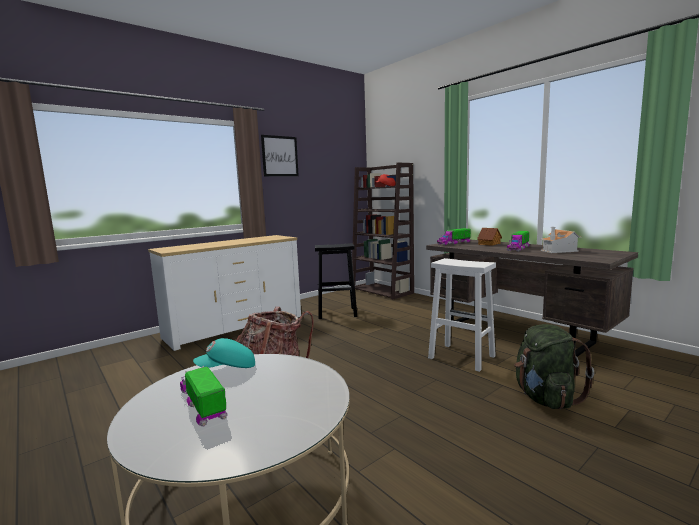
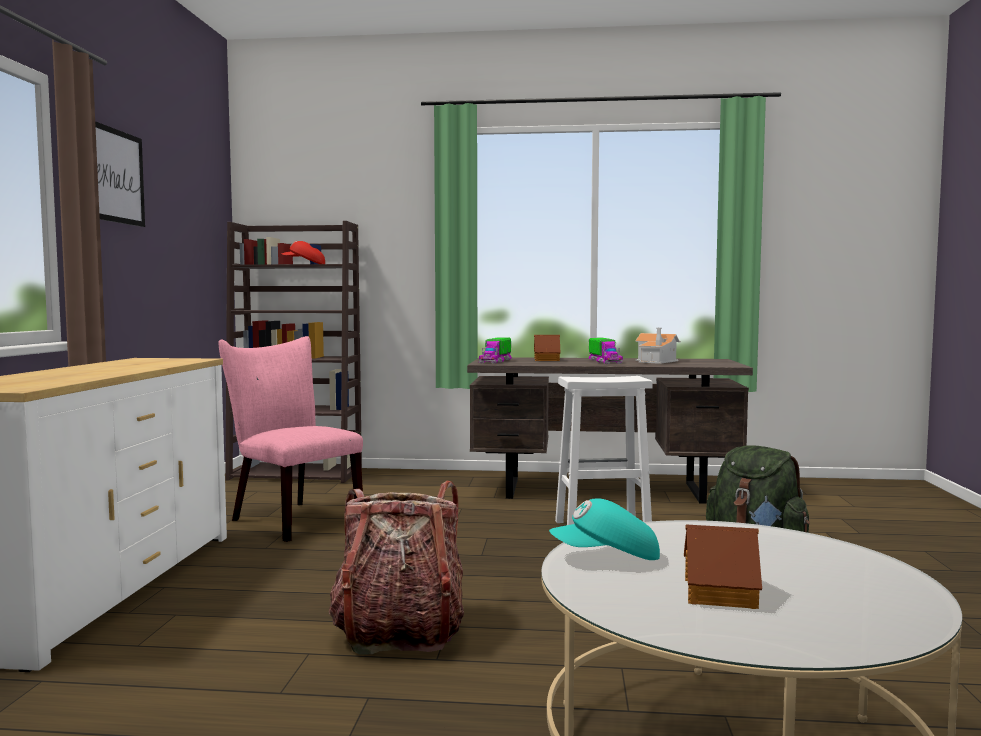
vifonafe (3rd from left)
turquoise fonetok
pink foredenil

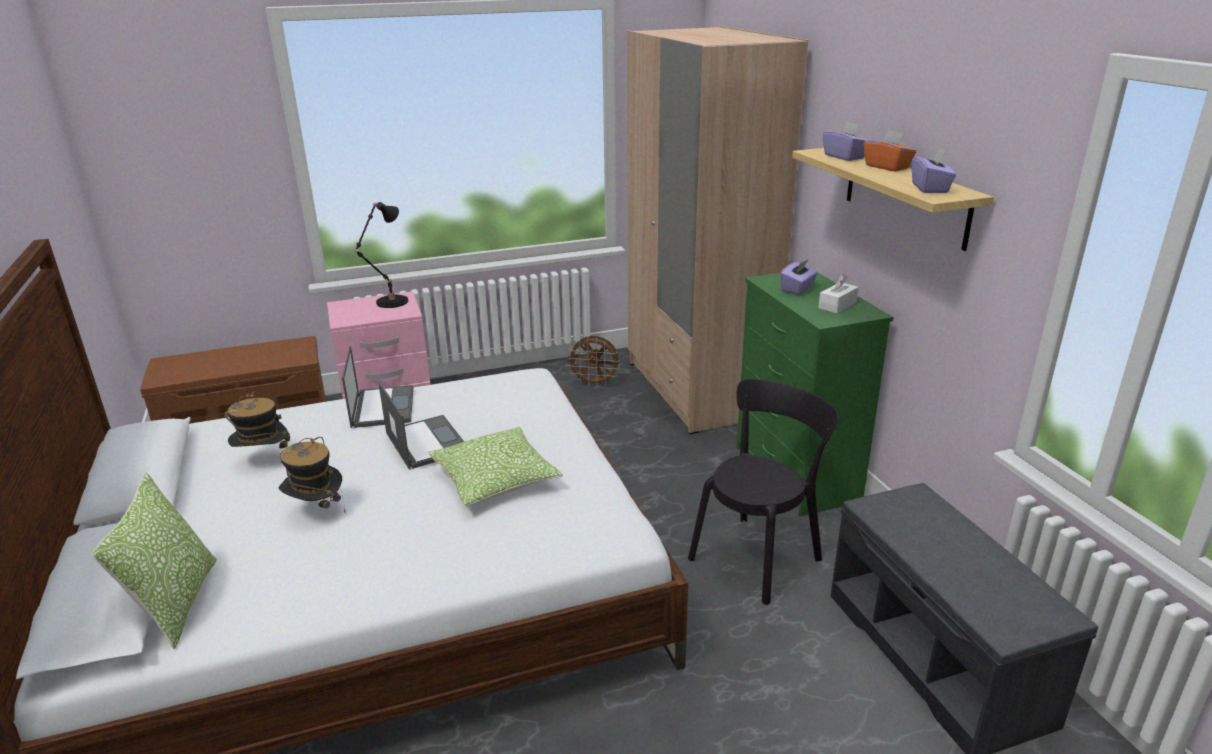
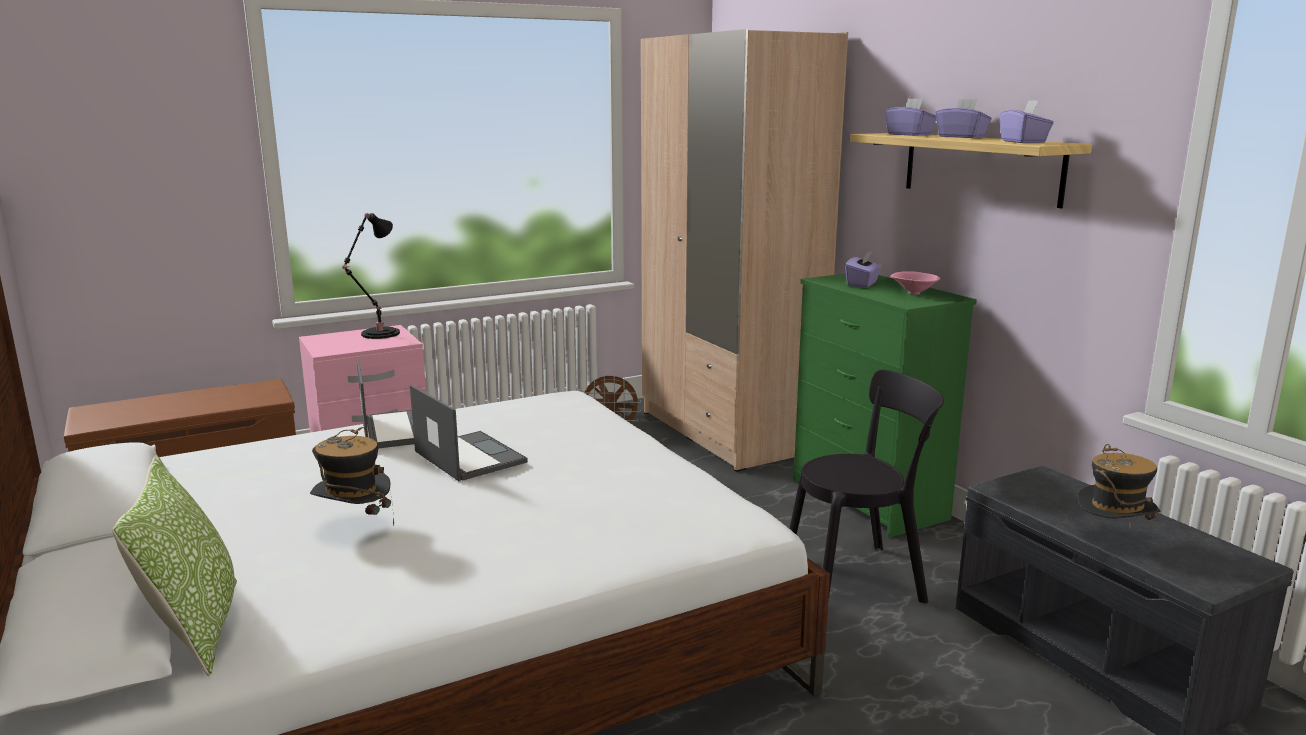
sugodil (2nd from left)
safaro (2nd from left in the first image)
black foredenil
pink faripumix
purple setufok (3rd from left)

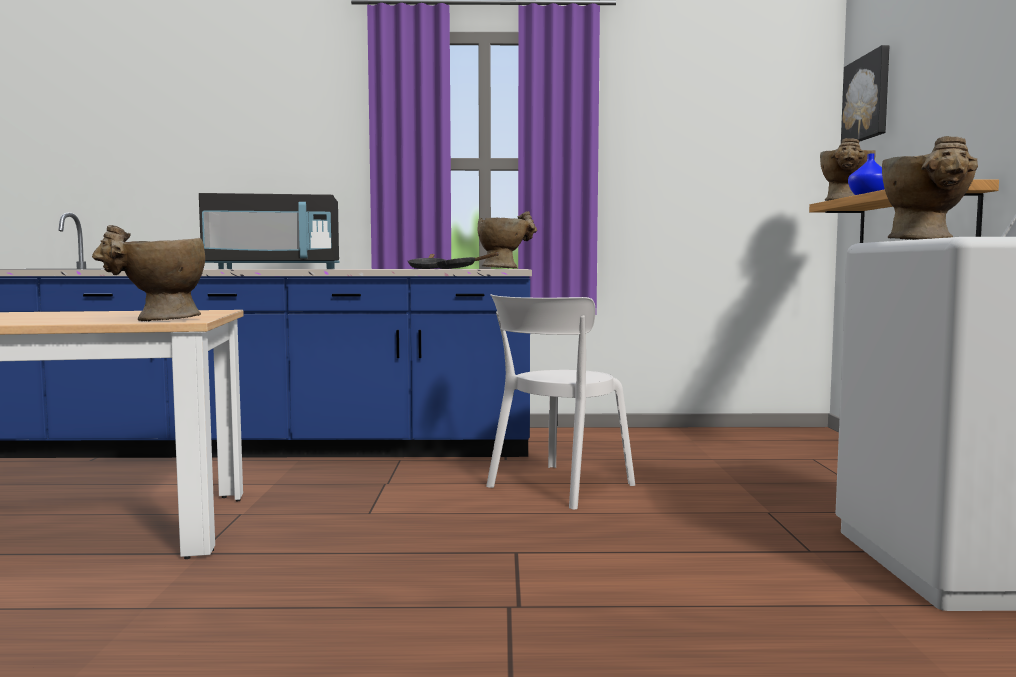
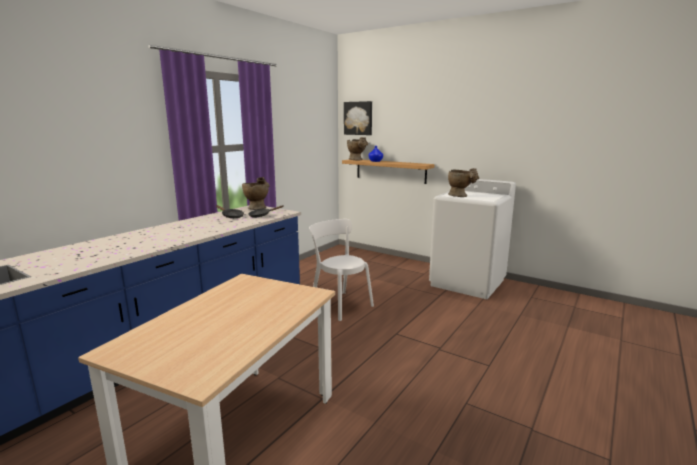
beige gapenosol (1st from left in the first image)
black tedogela
white foredenil

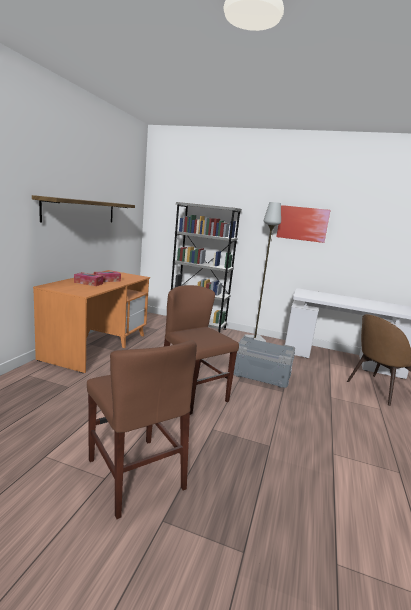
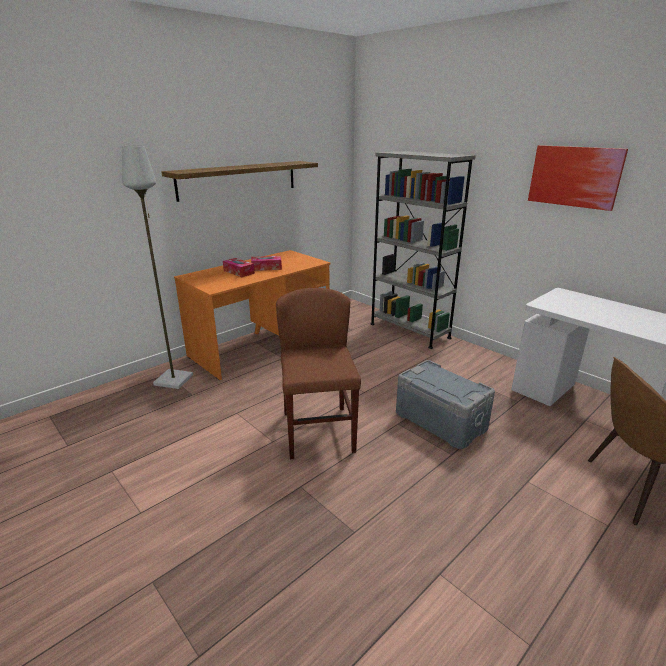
brown foredenil (1st from left in the first image)
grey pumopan

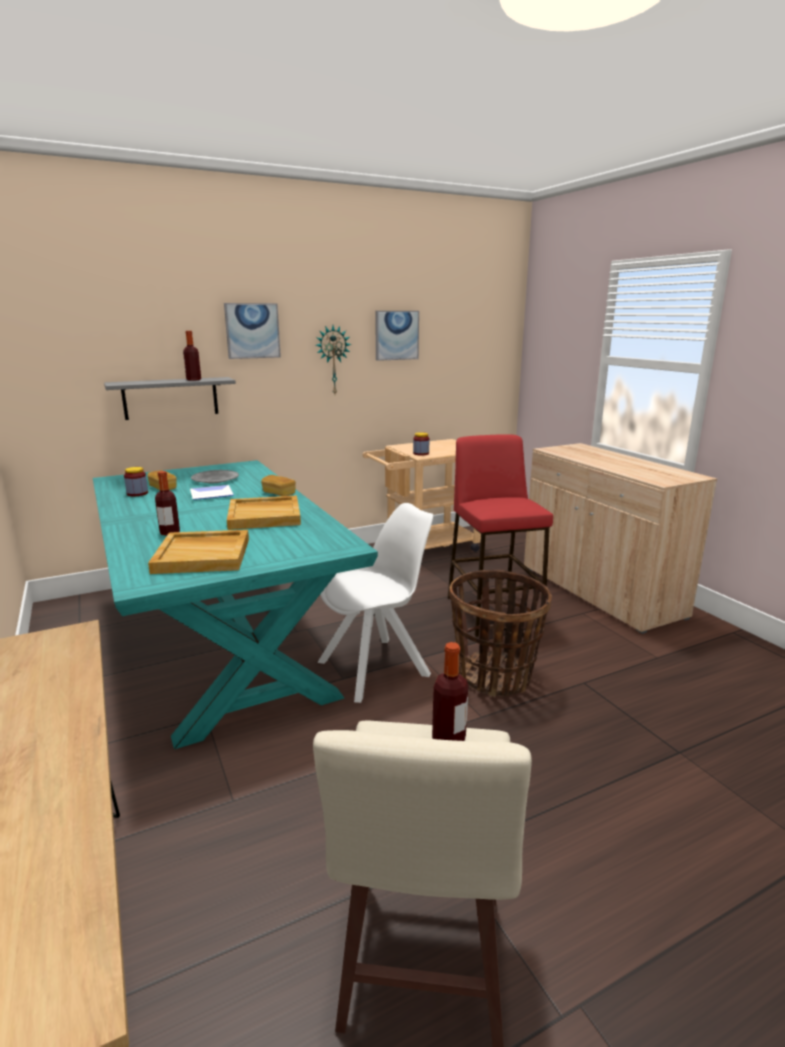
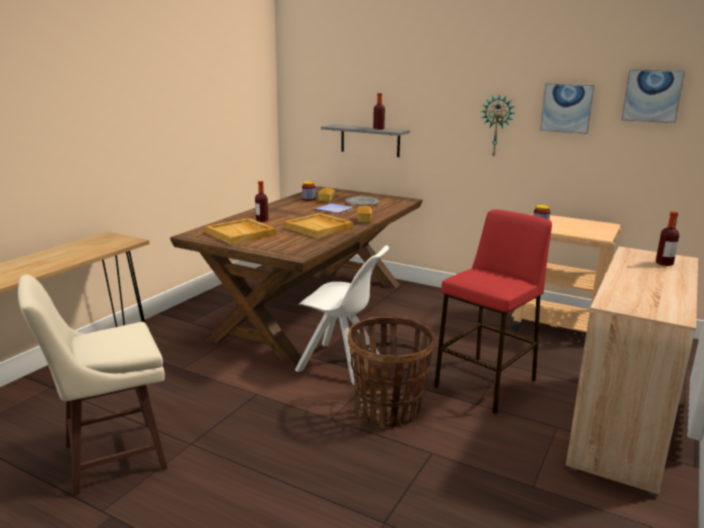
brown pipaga
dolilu (2nd from left)
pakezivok (3rd from left)

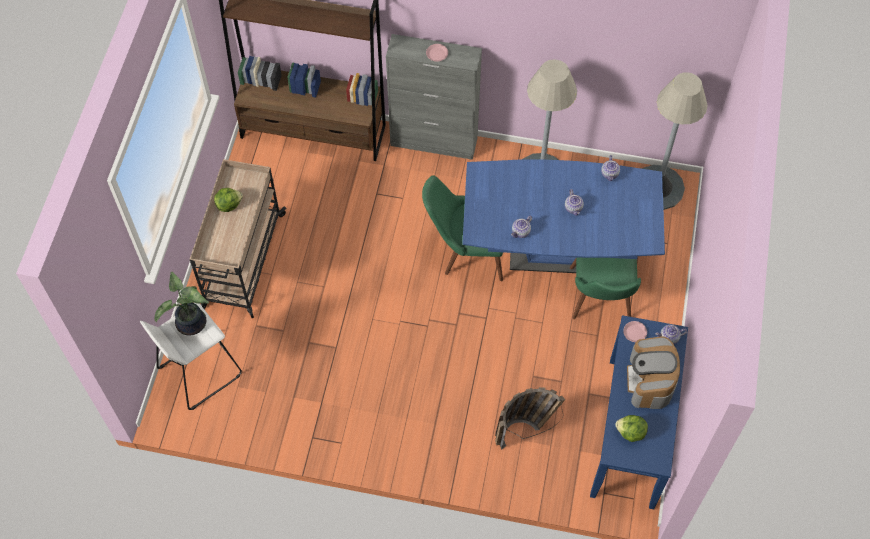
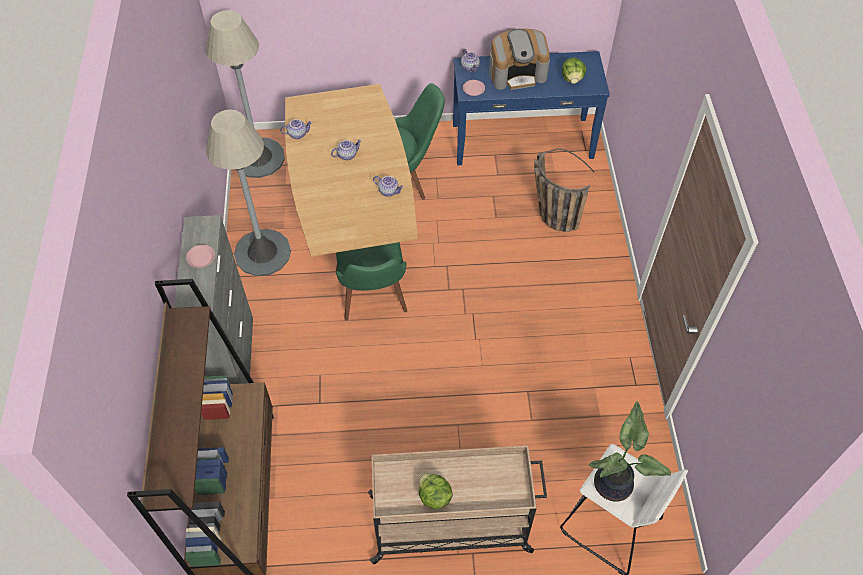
brown pipaga

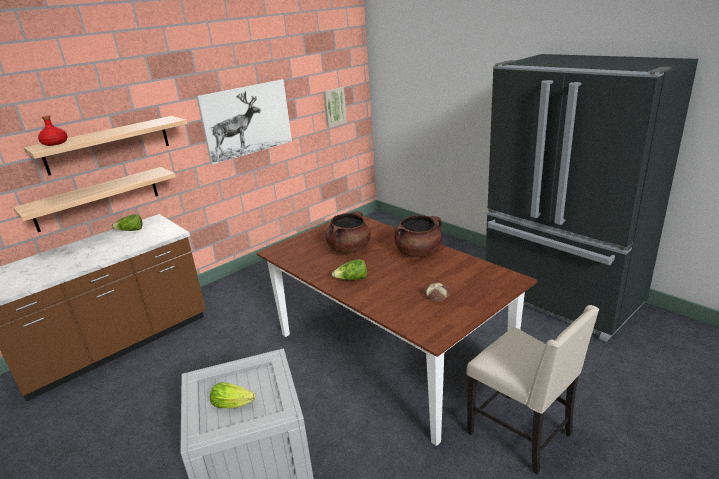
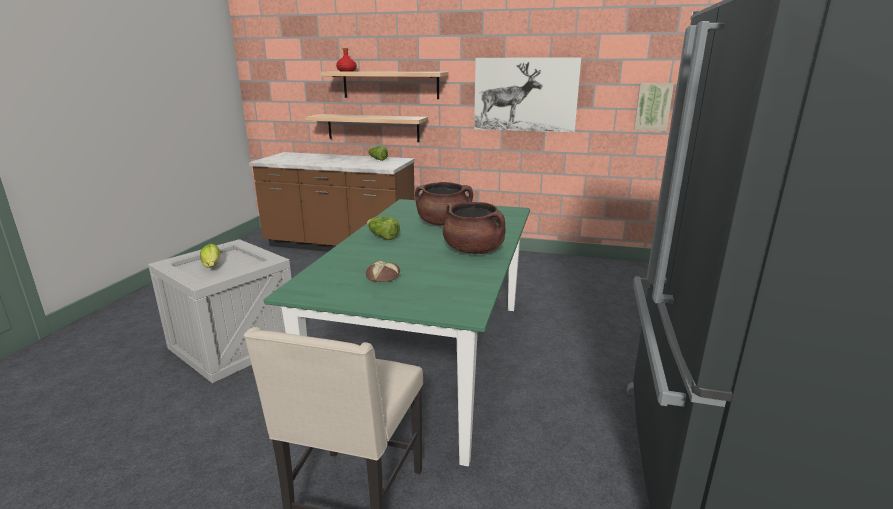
green pipaga

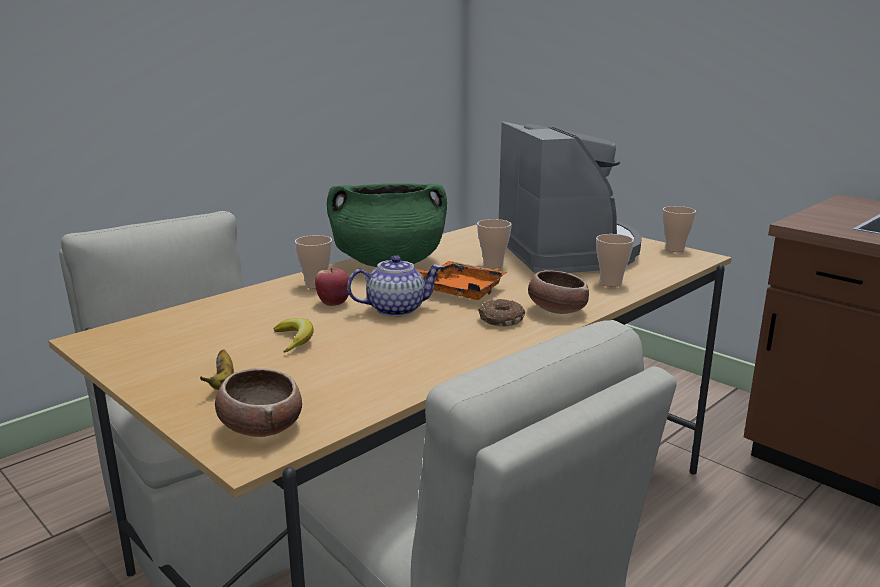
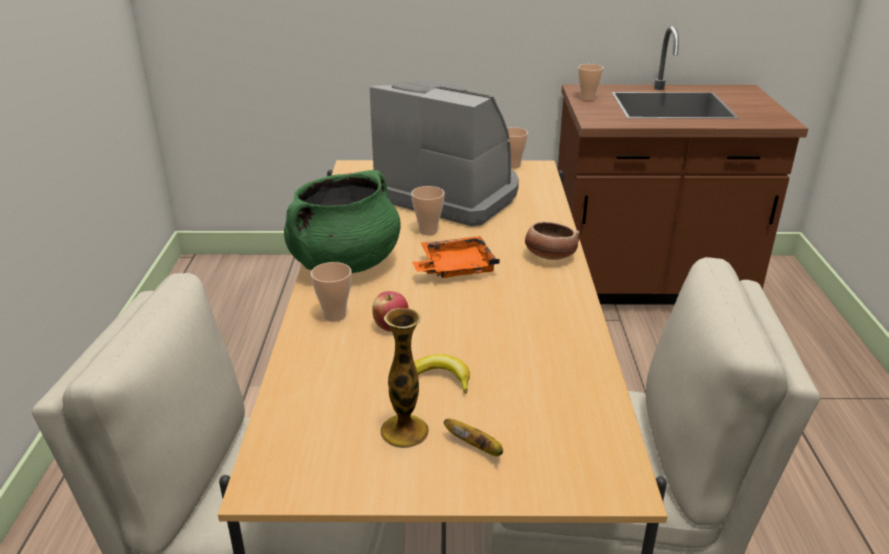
faripumix (1st from left in the first image)
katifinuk
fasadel
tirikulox (4th from left)
gapenosol

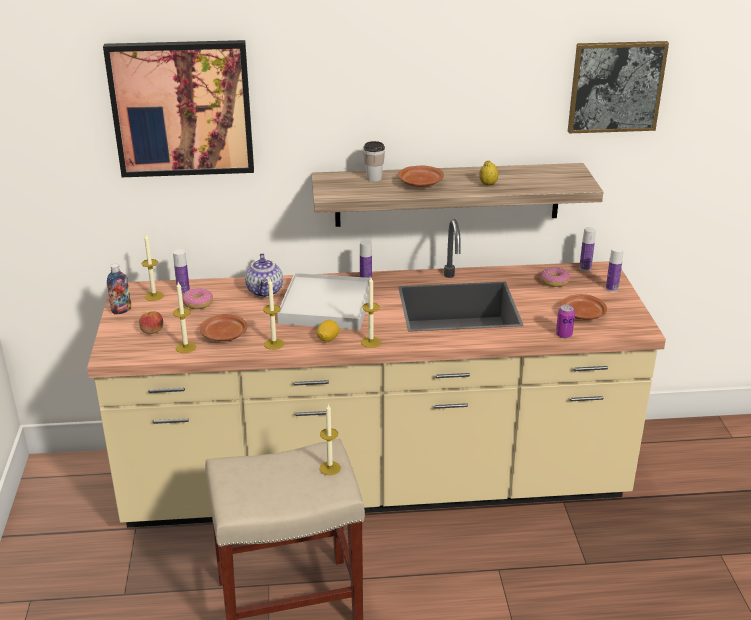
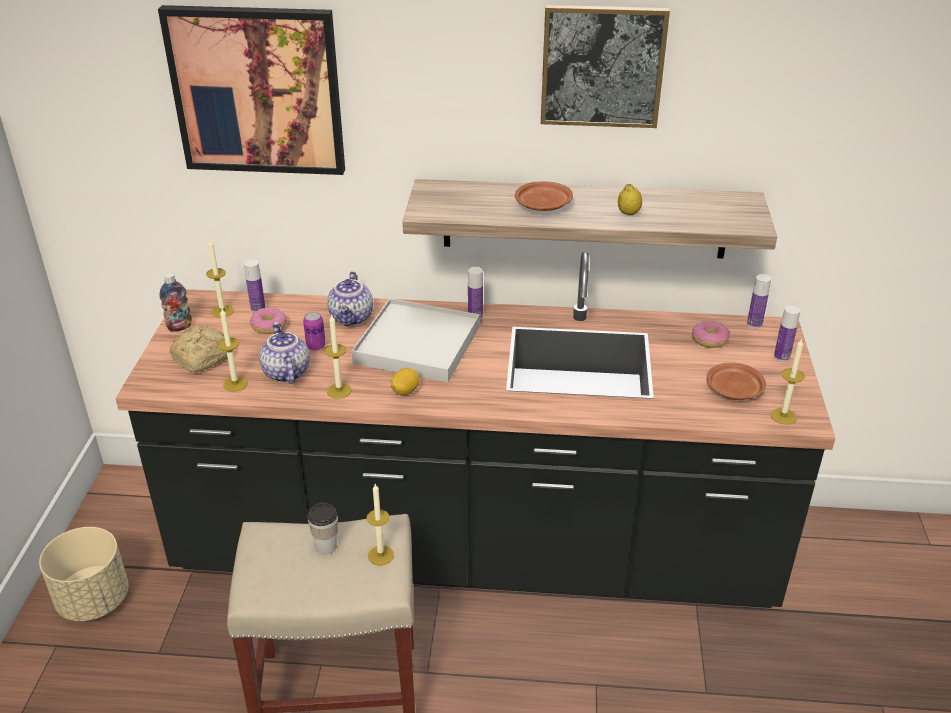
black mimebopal
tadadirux
katifinuk (1st from left)
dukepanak (5th from left)
tirikulox
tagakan
dolilu (2nd from left)
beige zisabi

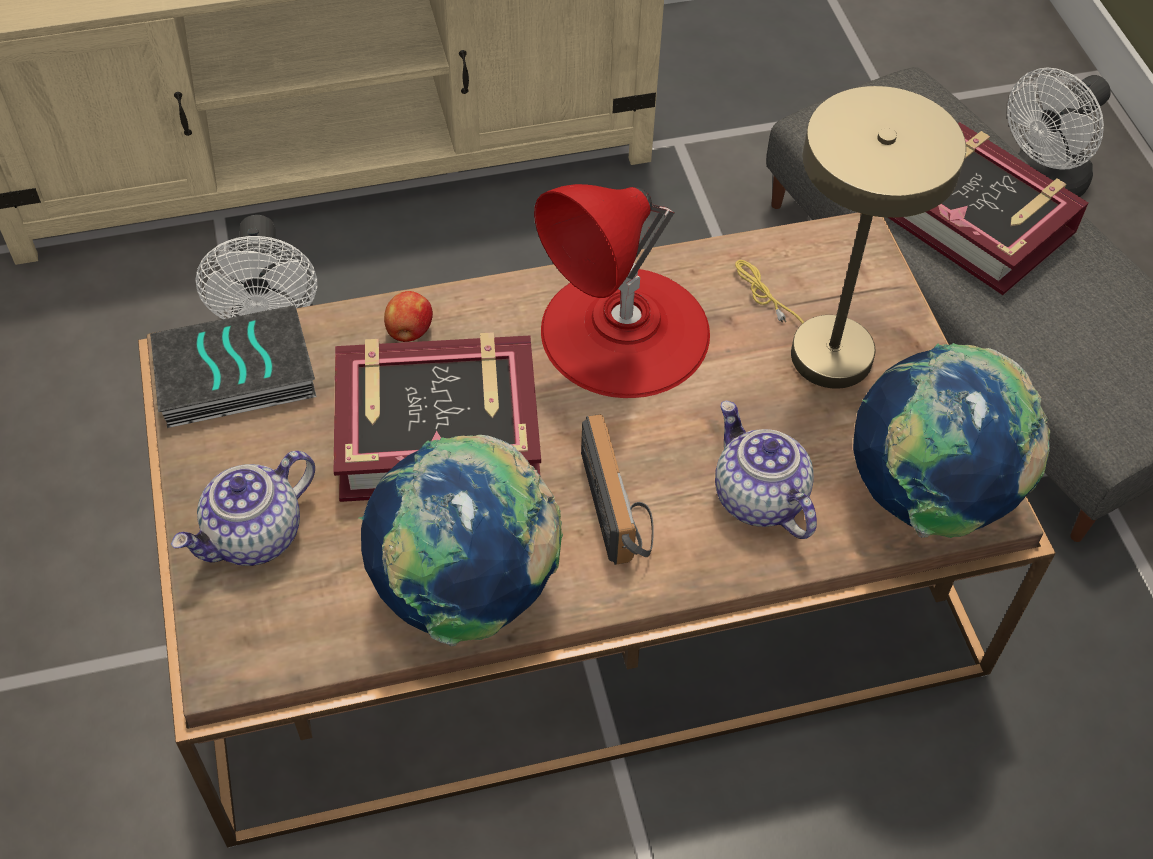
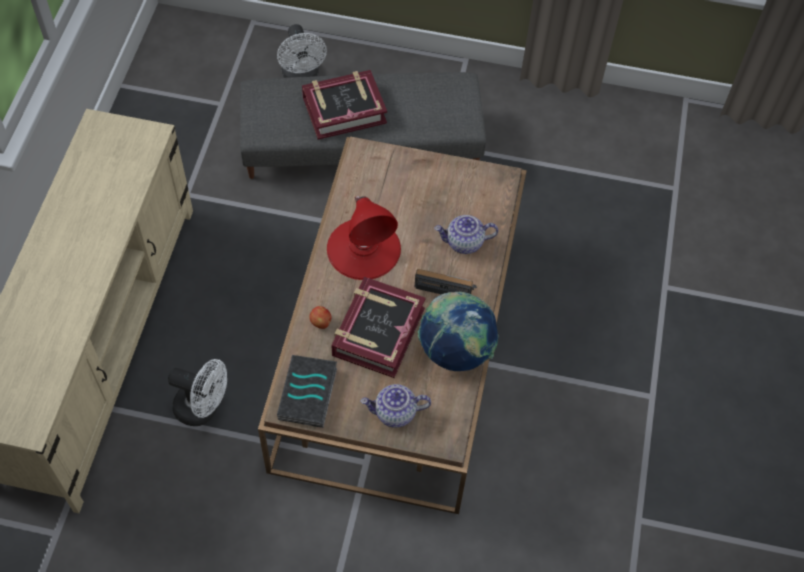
katifinuk (1st from left)
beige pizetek
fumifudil (2nd from left in the first image)

